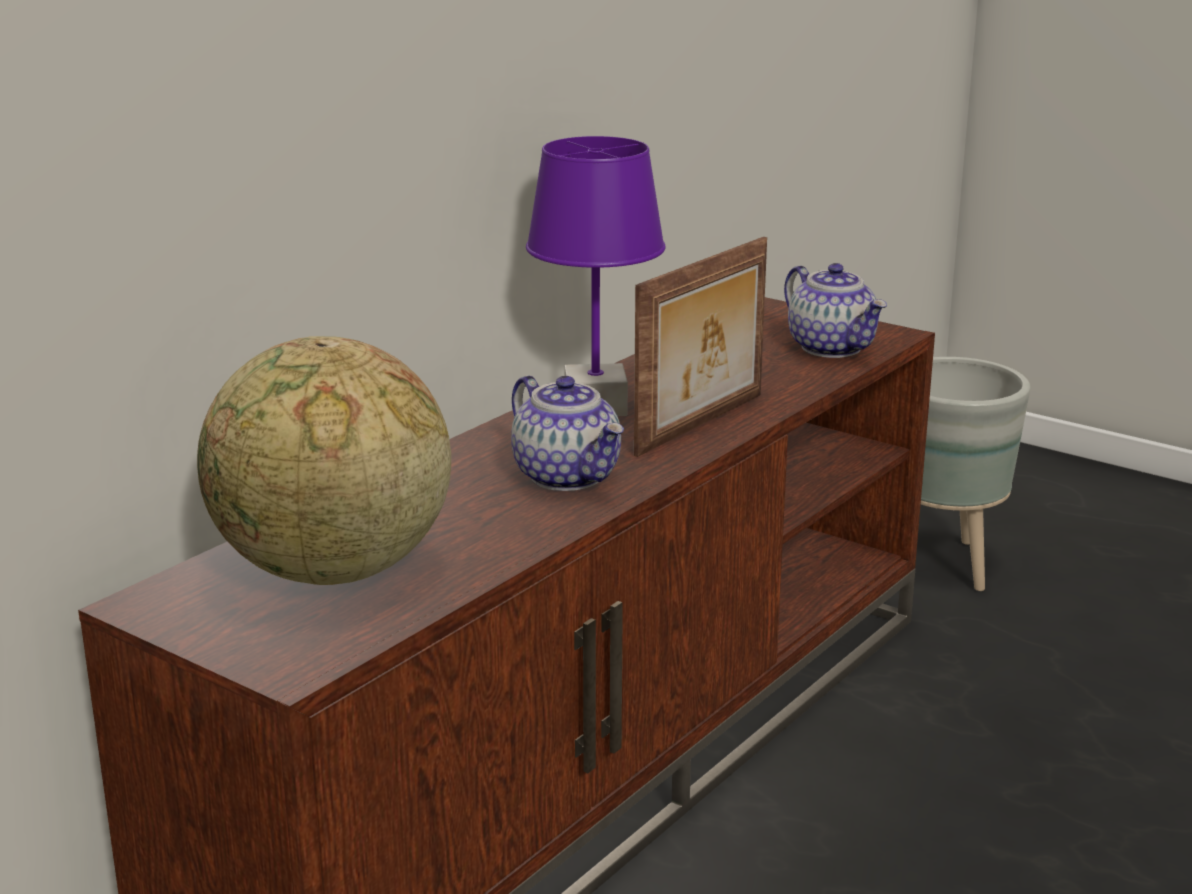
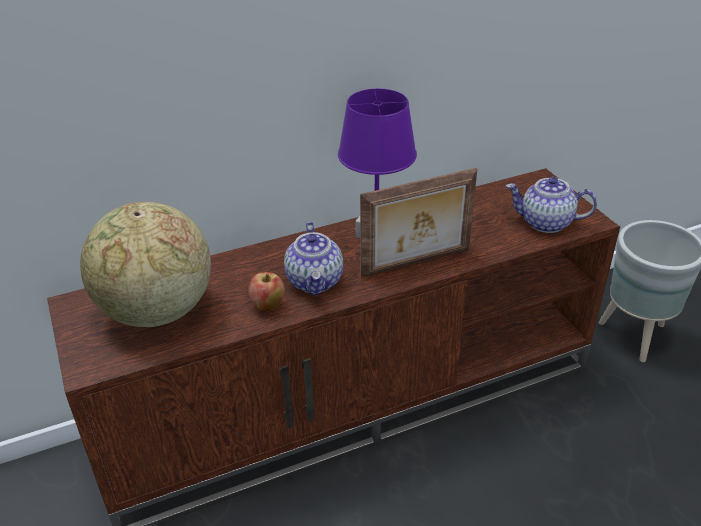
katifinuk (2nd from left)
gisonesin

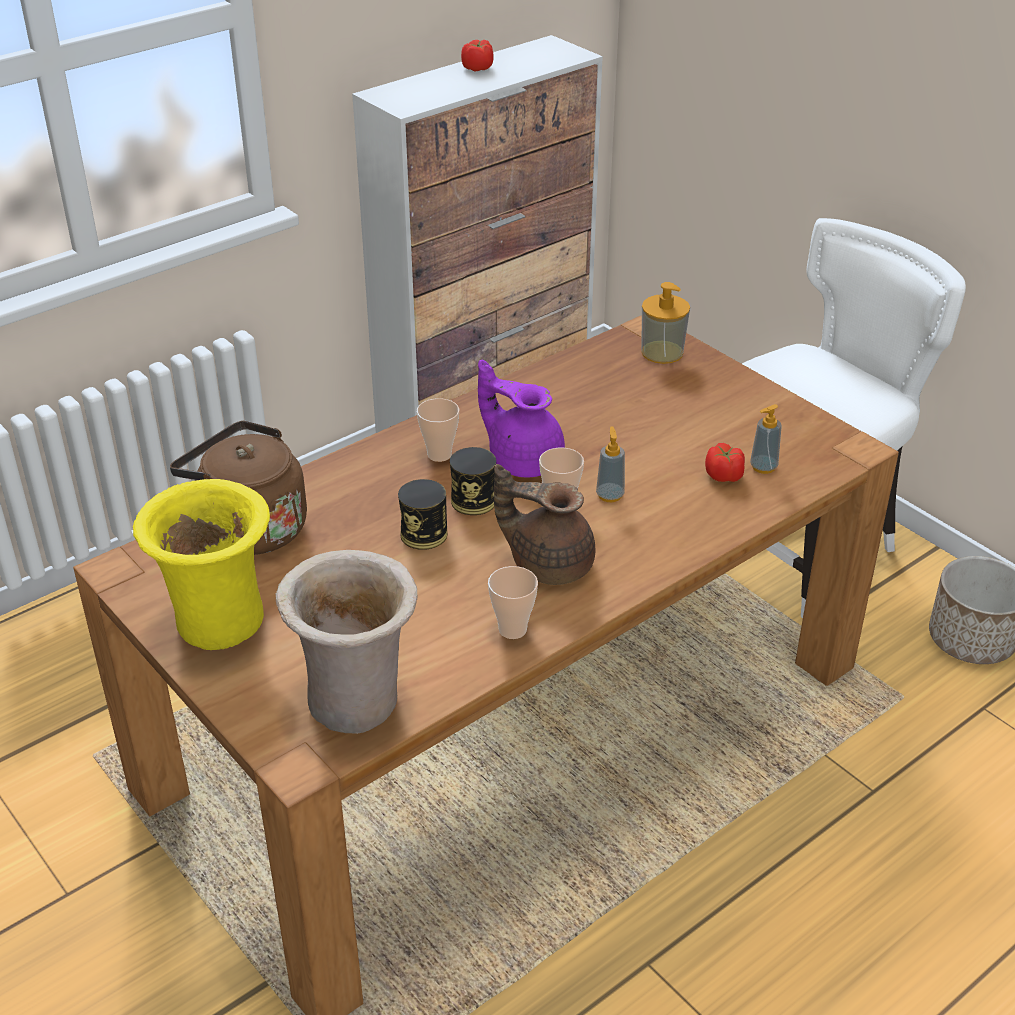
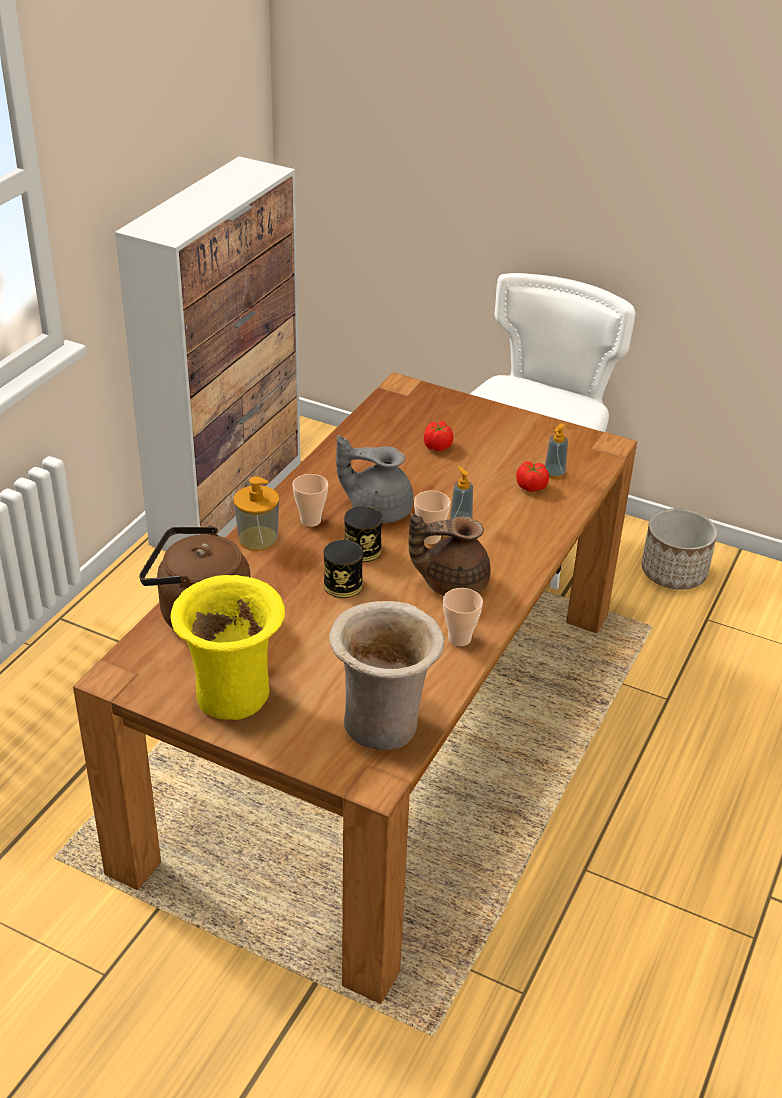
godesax (1st from left)
grey katifinuk
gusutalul (1st from left)

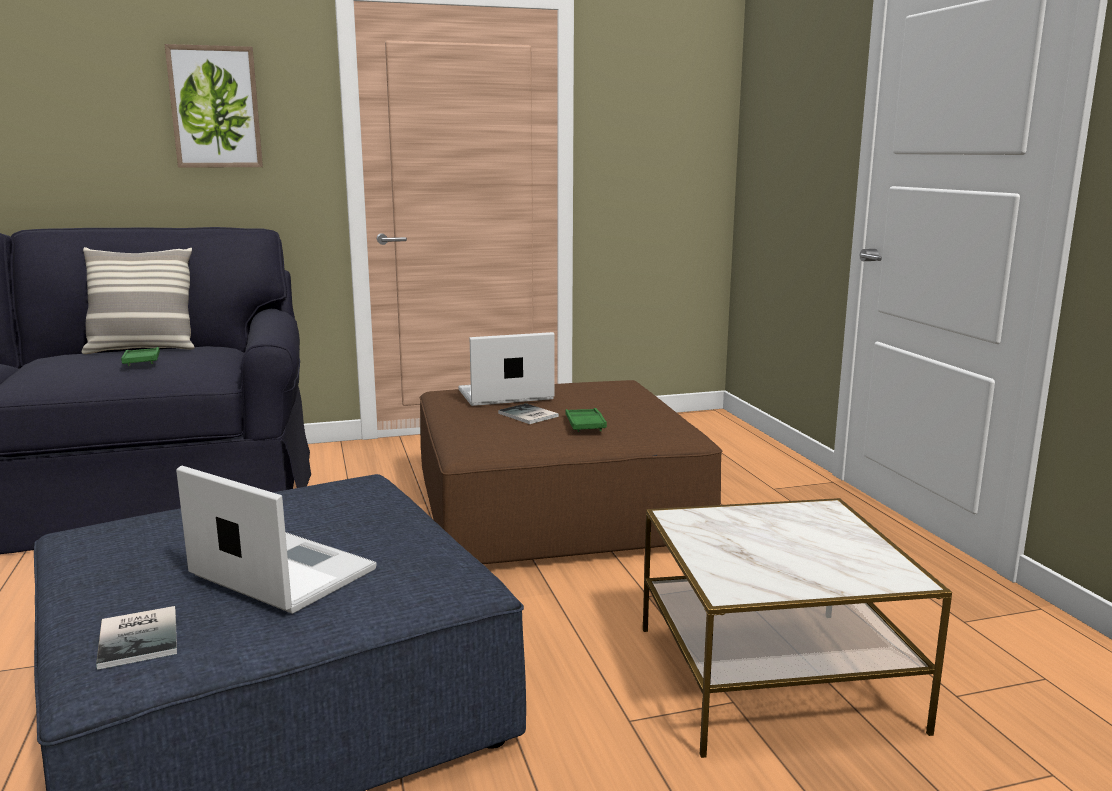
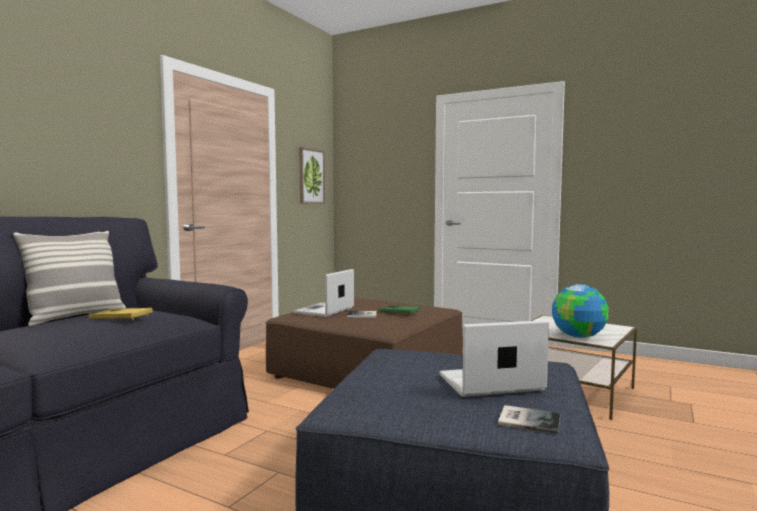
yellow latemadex
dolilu
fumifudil

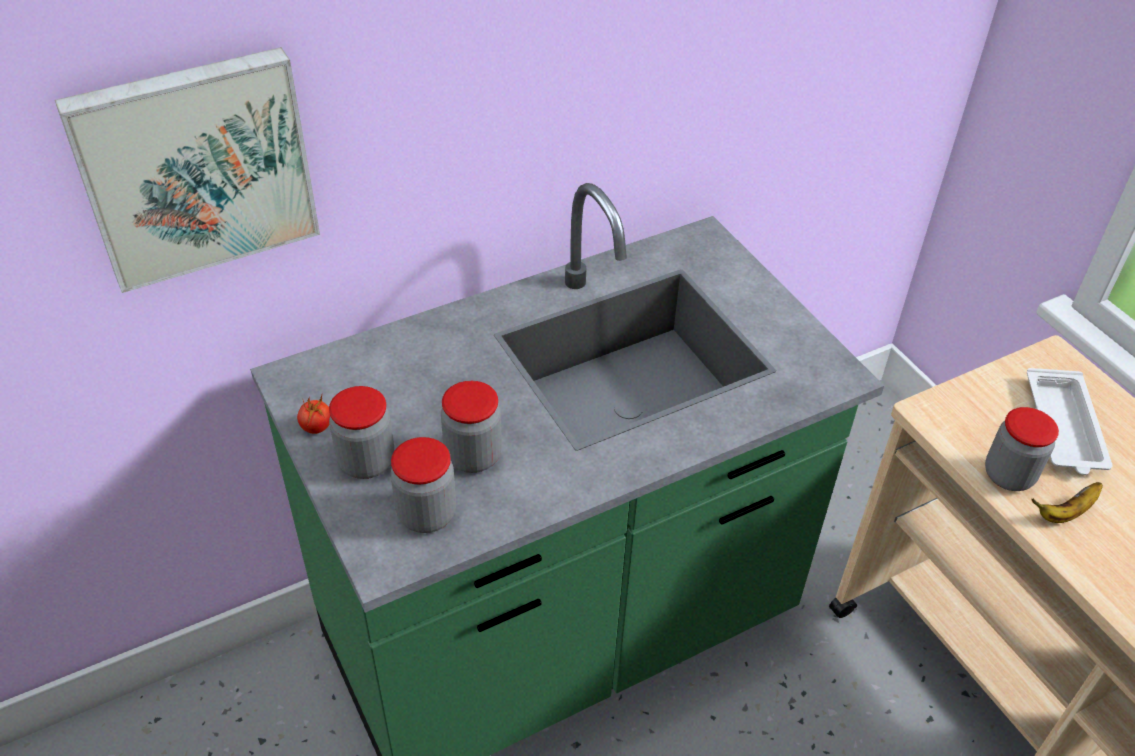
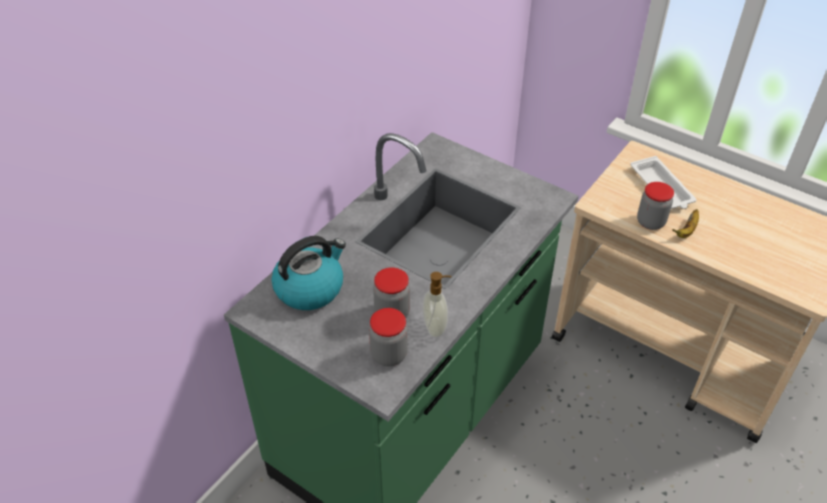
dolilu
godesax
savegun (1st from left in the first image)
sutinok
gusutalul

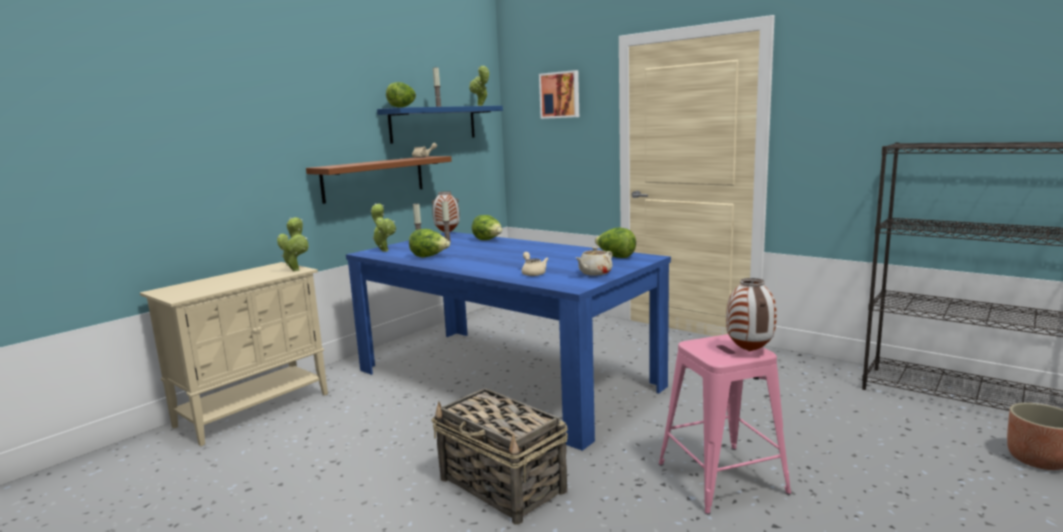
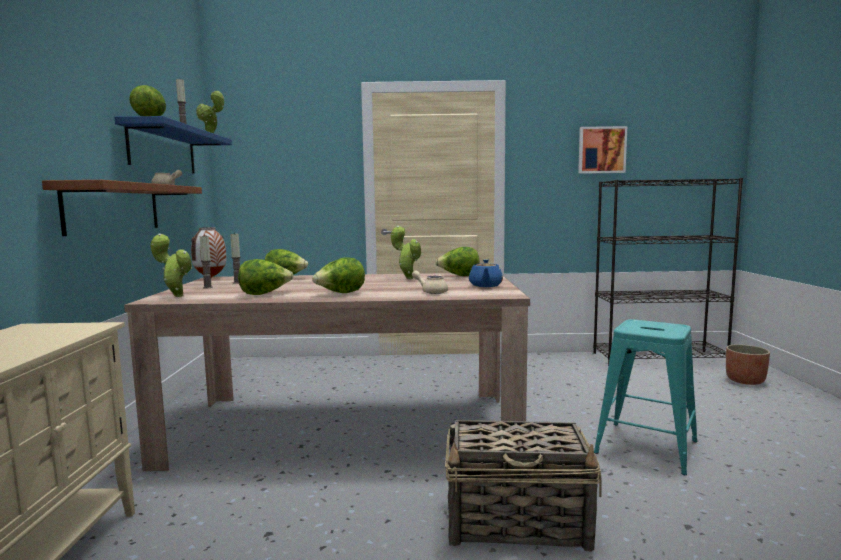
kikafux (3rd from left)
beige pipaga
dolilu
blue katifinuk
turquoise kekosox
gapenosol (2nd from left in the first image)
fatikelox (4th from left)

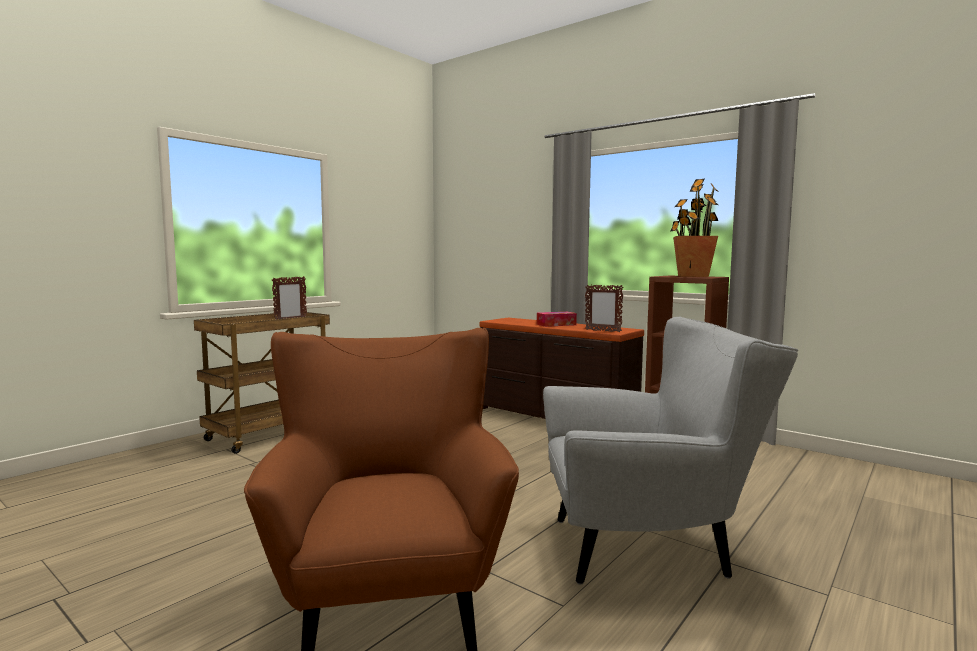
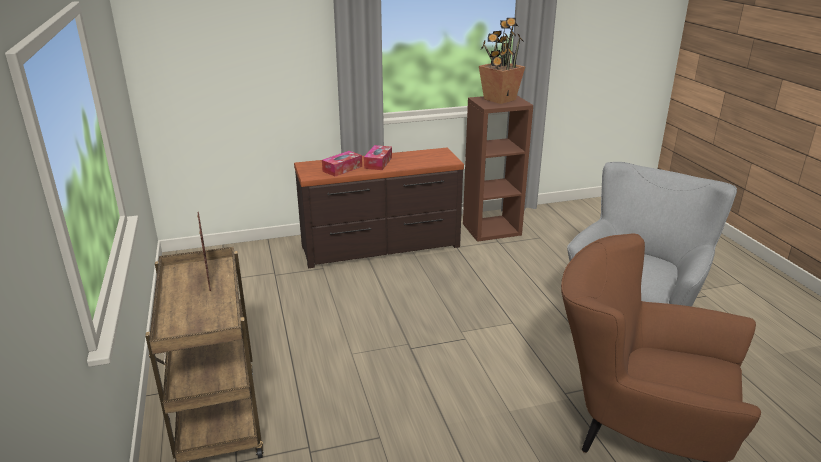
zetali (2nd from left in the first image)
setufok (1st from left)

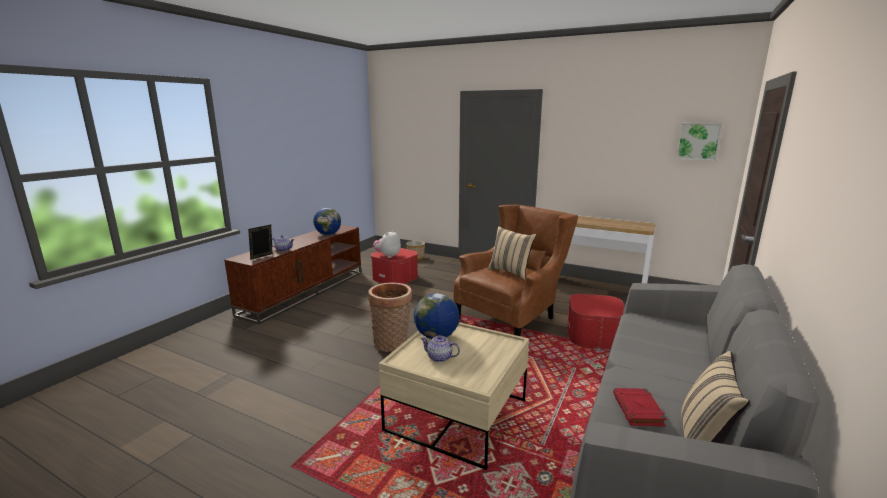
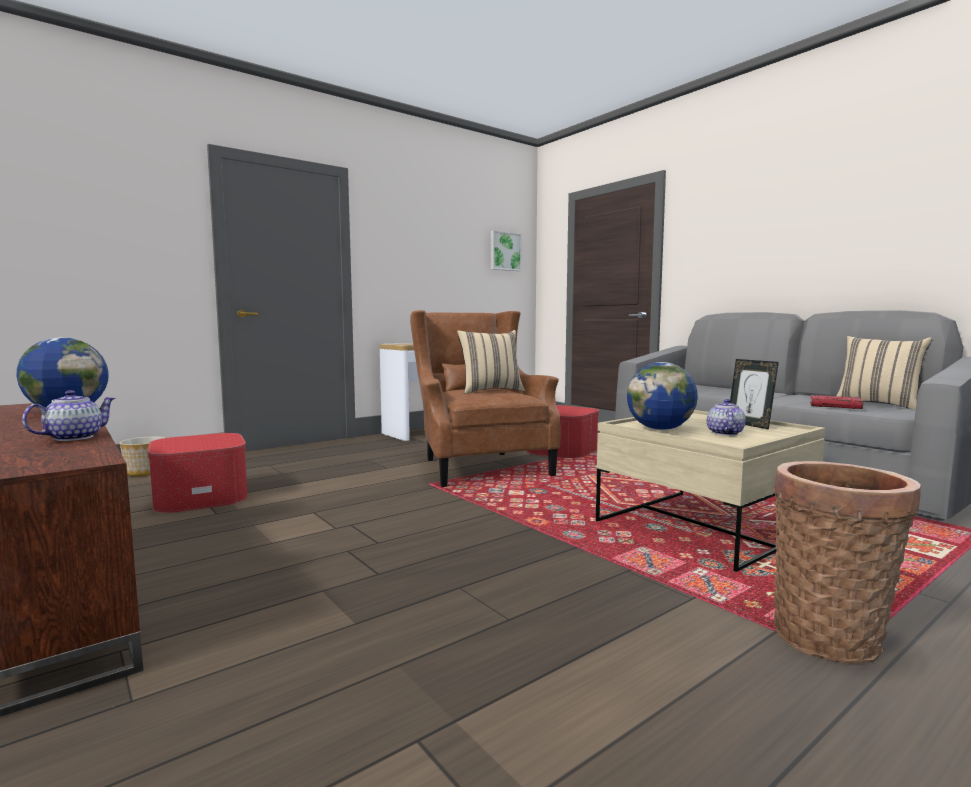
zetali
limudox
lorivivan
katifinuk (2nd from left)

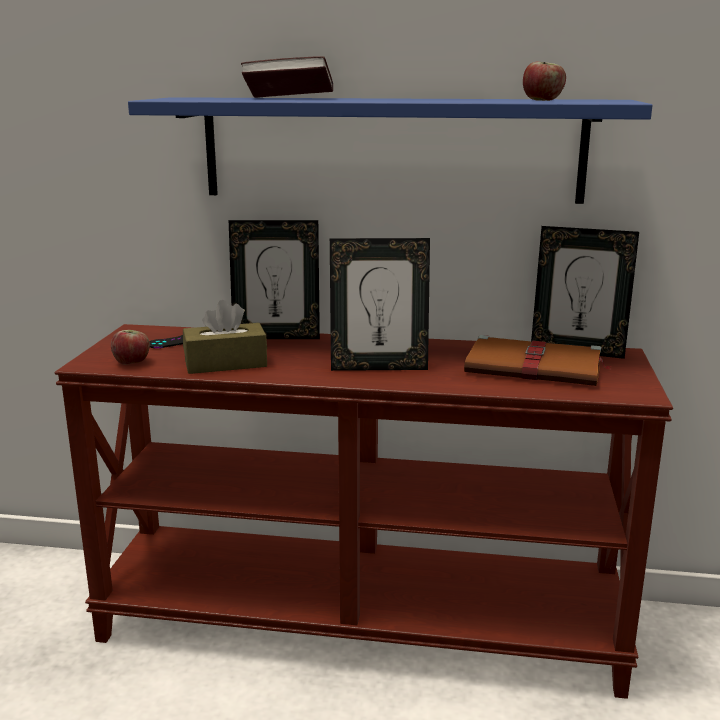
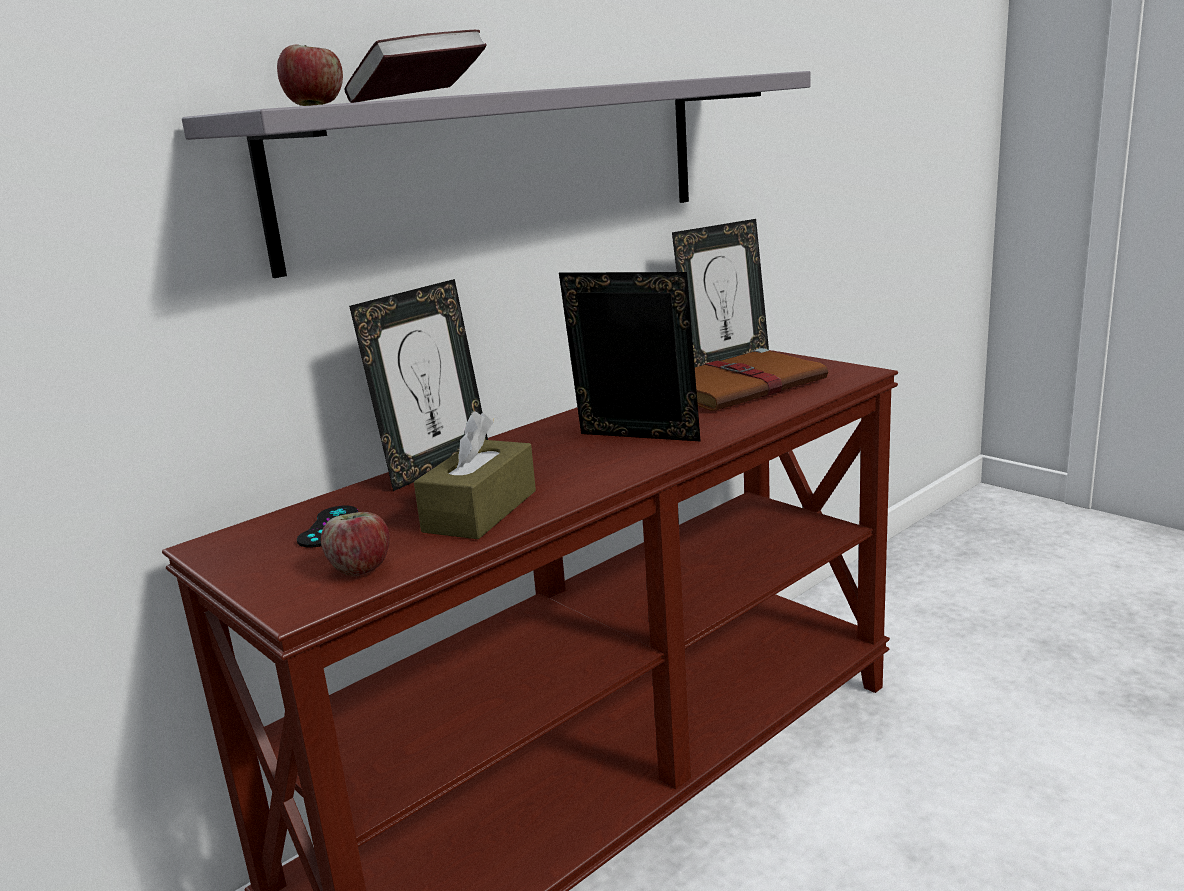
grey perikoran
zetali (2nd from left)
gisonesin (1st from left)

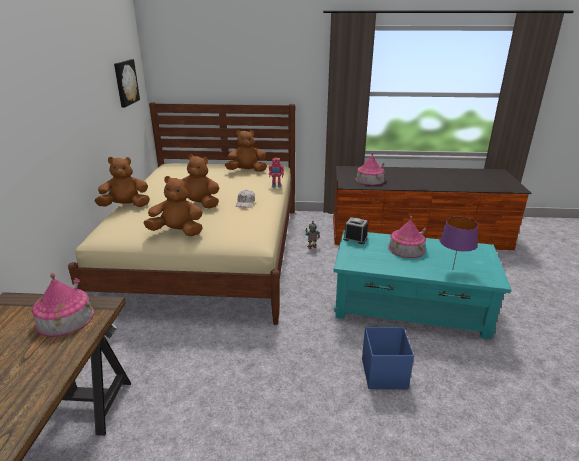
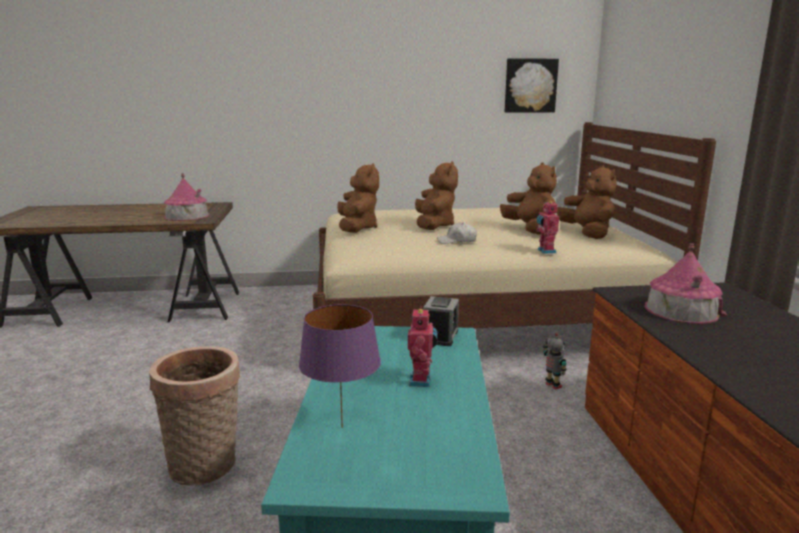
brown lorivivan (3rd from left)
limudox
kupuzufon (1st from left)

